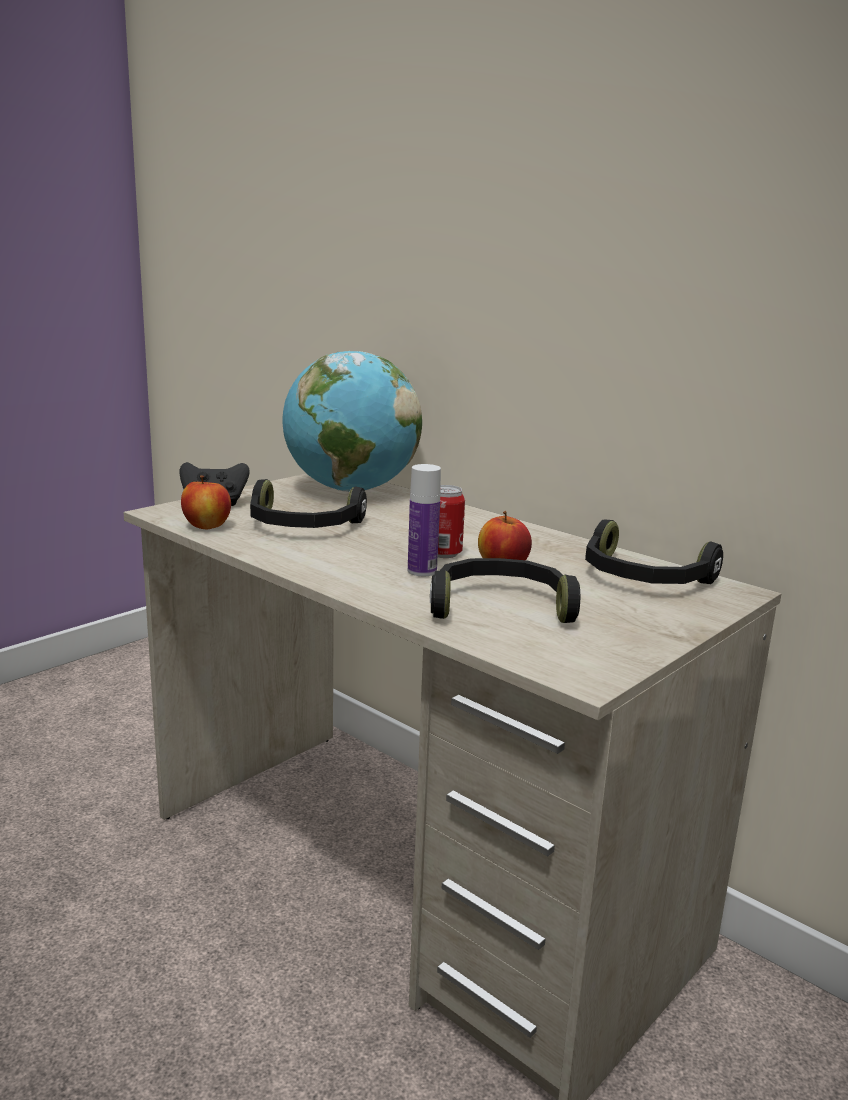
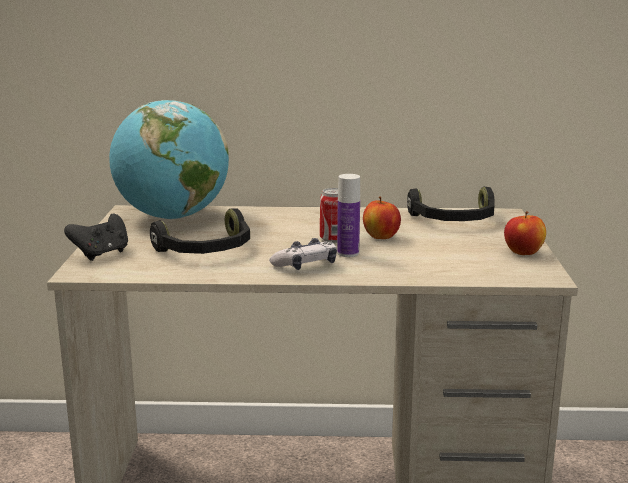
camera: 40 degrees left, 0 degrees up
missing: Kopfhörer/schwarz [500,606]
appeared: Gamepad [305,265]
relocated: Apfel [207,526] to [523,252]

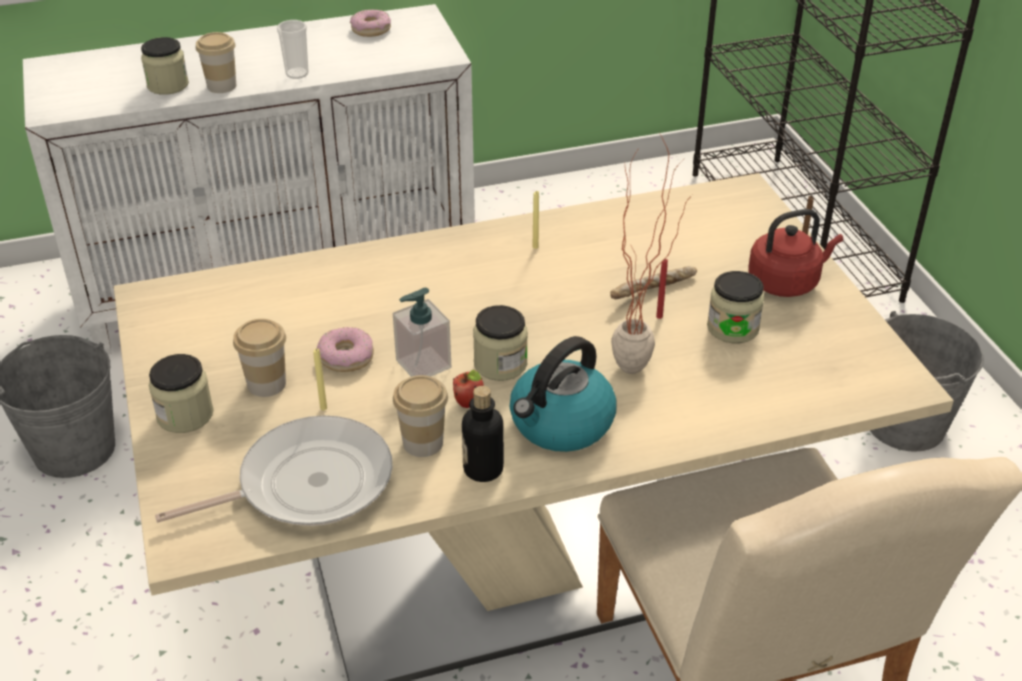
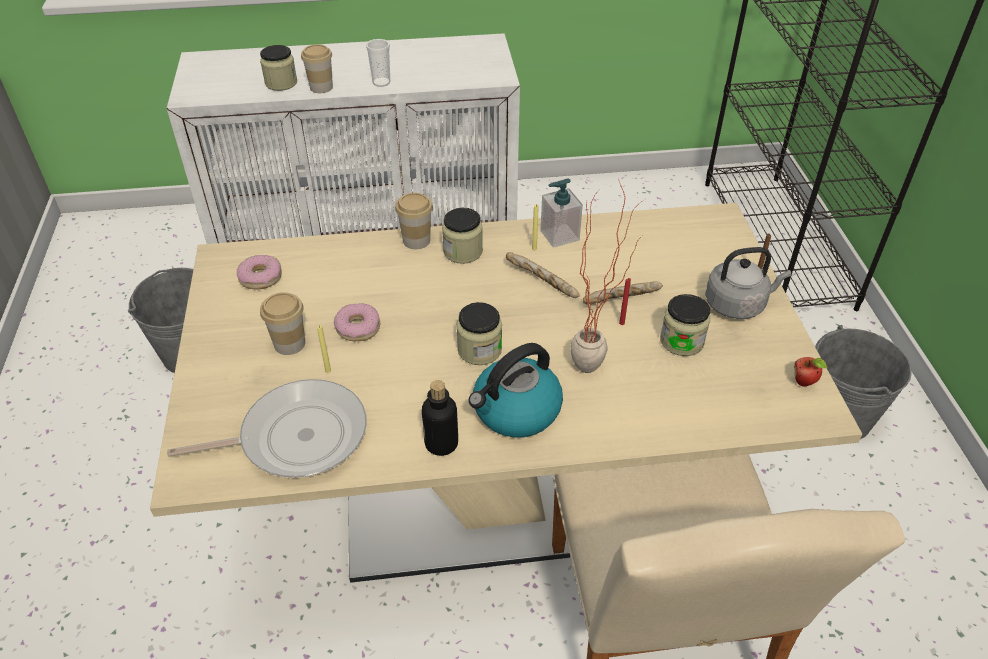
camera: 10 degrees right, 5 degrees up
appeared: Brot [541,282]
relocated: Donut [371,29] to [260,277]; Seifenspender [423,364] to [559,235]; Vorratsglas [185,415] to [463,251]; Apfel [469,403] to [804,382]; Tasse [423,442] to [416,240]
colour: Wasserkessel/rot [786,282] to Wasserkessel/grau [737,304]

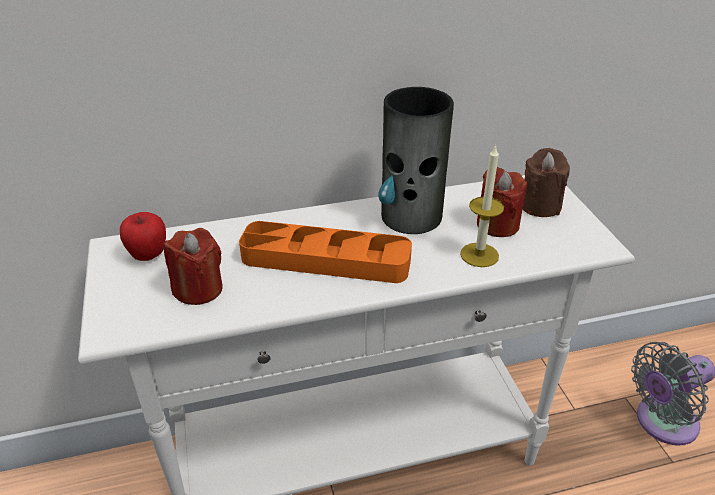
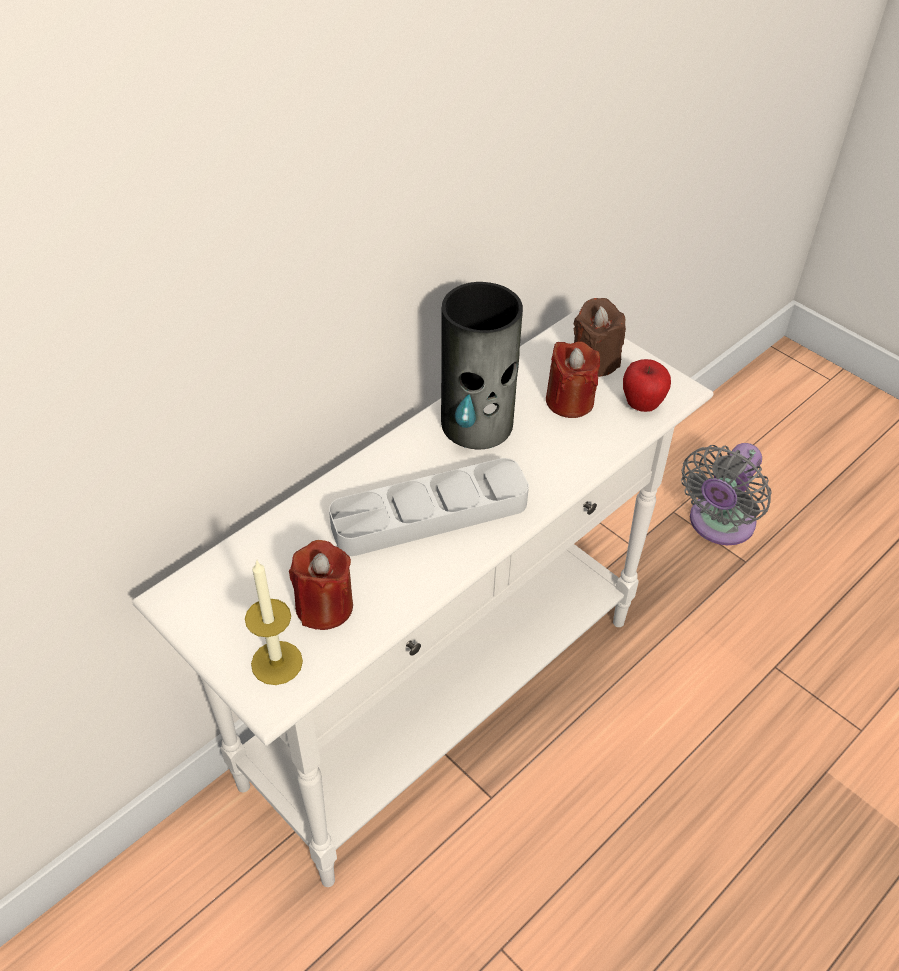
camera: 30 degrees left, 10 degrees up
relocated: Kerze [479,255] to [277,662]; Apfel [148,255] to [642,405]
colour: Tablett/orange [325,259] to Tablett/grau [430,514]

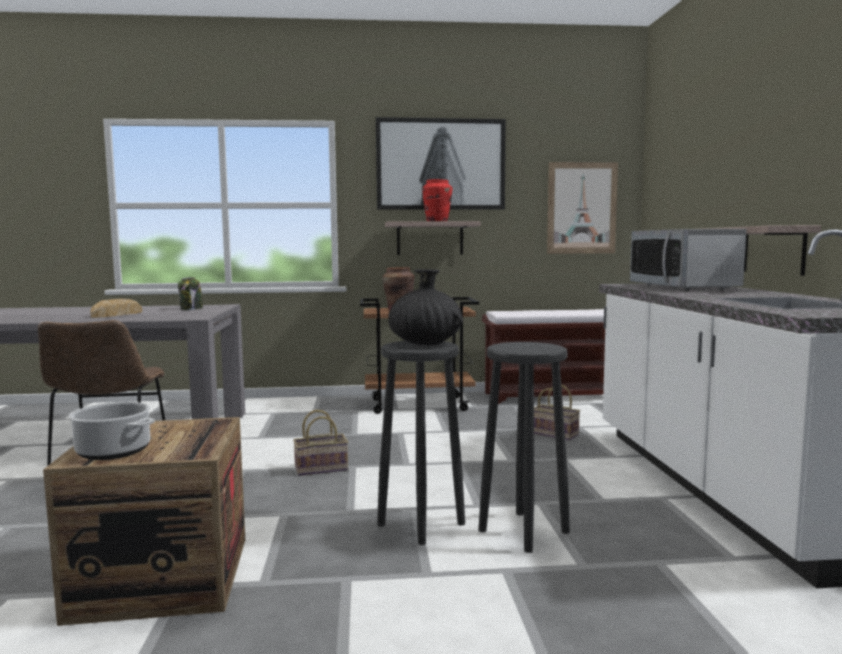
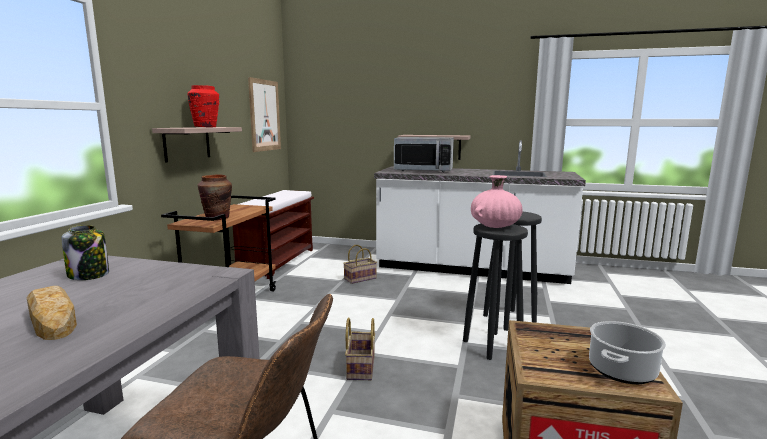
camera: 70 degrees left, 5 degrees up
missing: Bild [441,164]
colour: Vase/schwarz [425,343] to Vase/rosa [494,226]

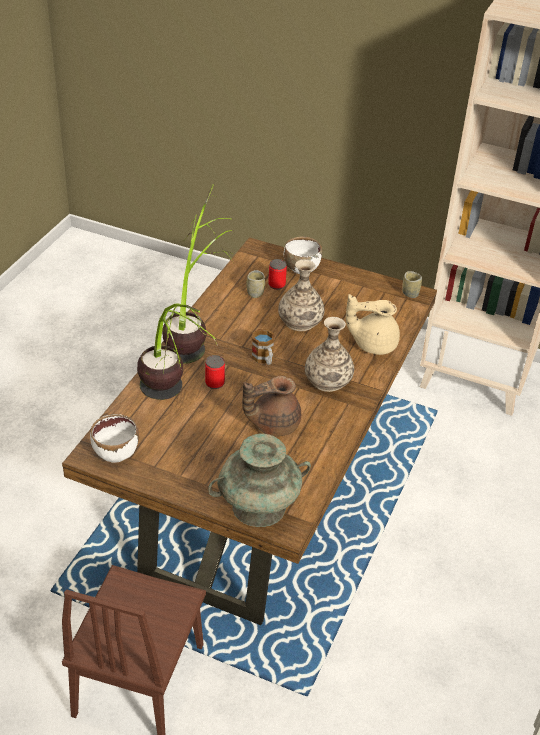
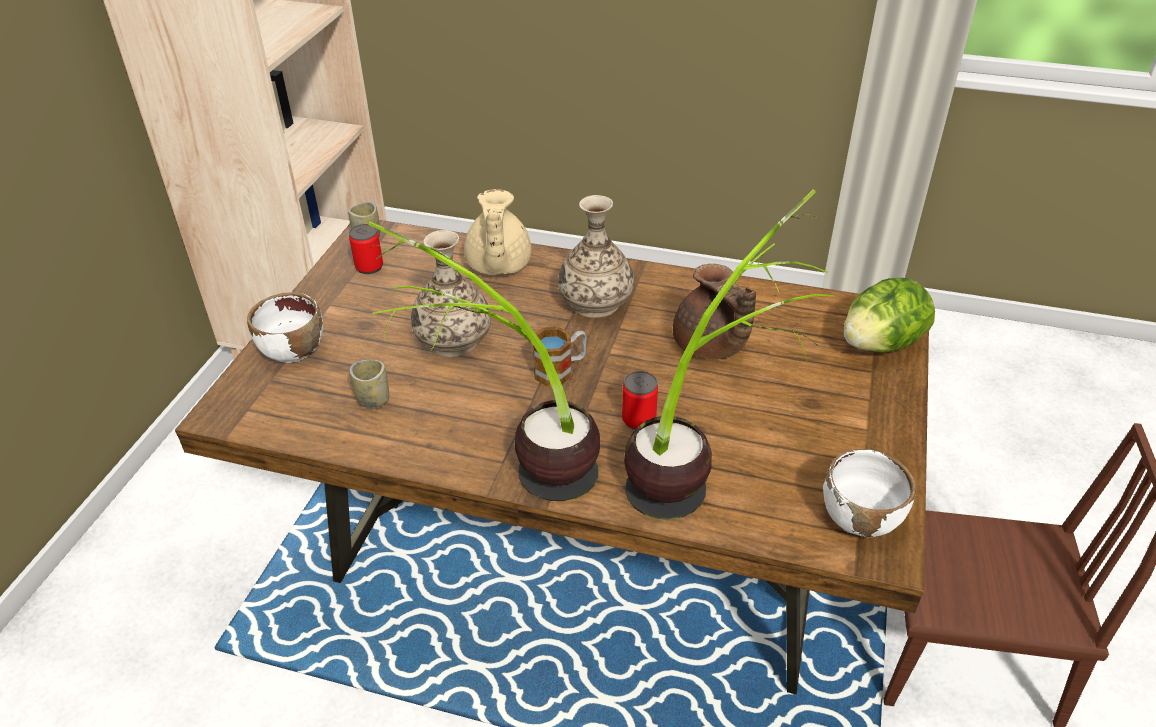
camera: 95 degrees left, 0 degrees up
relocated: Dose [276,285] to [369,267]
exchanged: Vase/türkis [258,507] to Salatkopf [881,344]

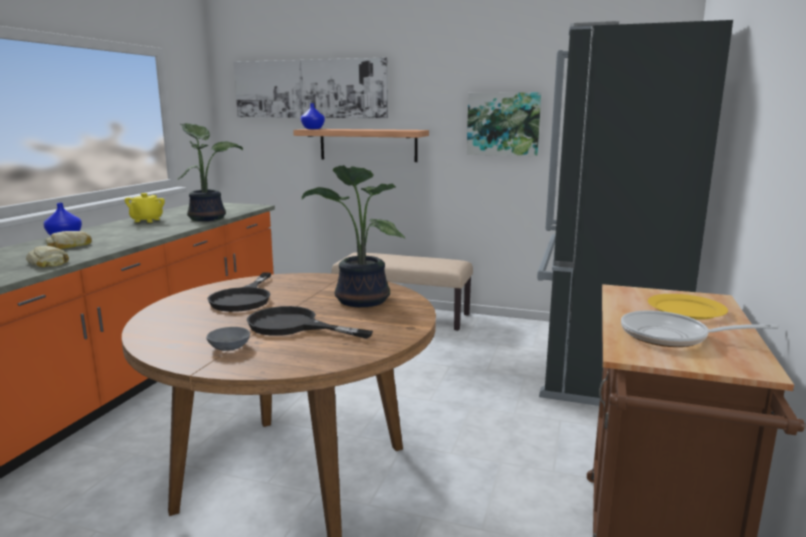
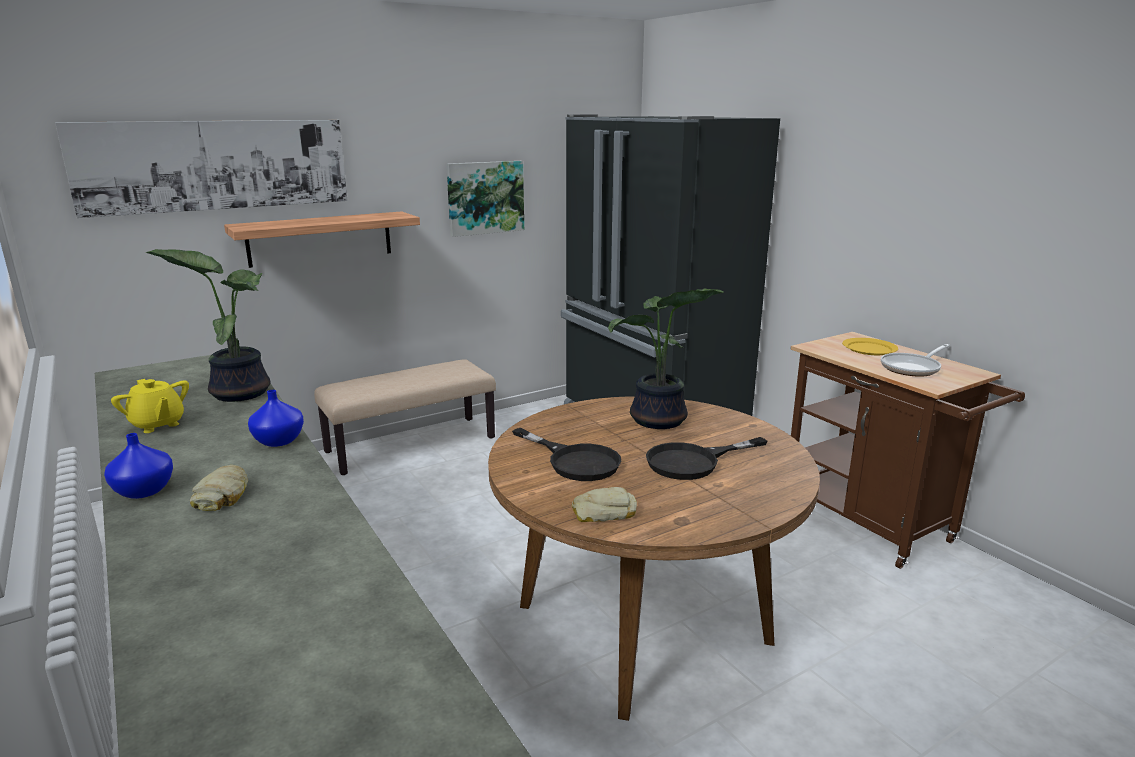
camera: 50 degrees left, 5 degrees up
missing: Schüssel/grau [231,347]
relocated: Vase/blau [312,129] to [277,441]; Brot [48,262] to [603,512]

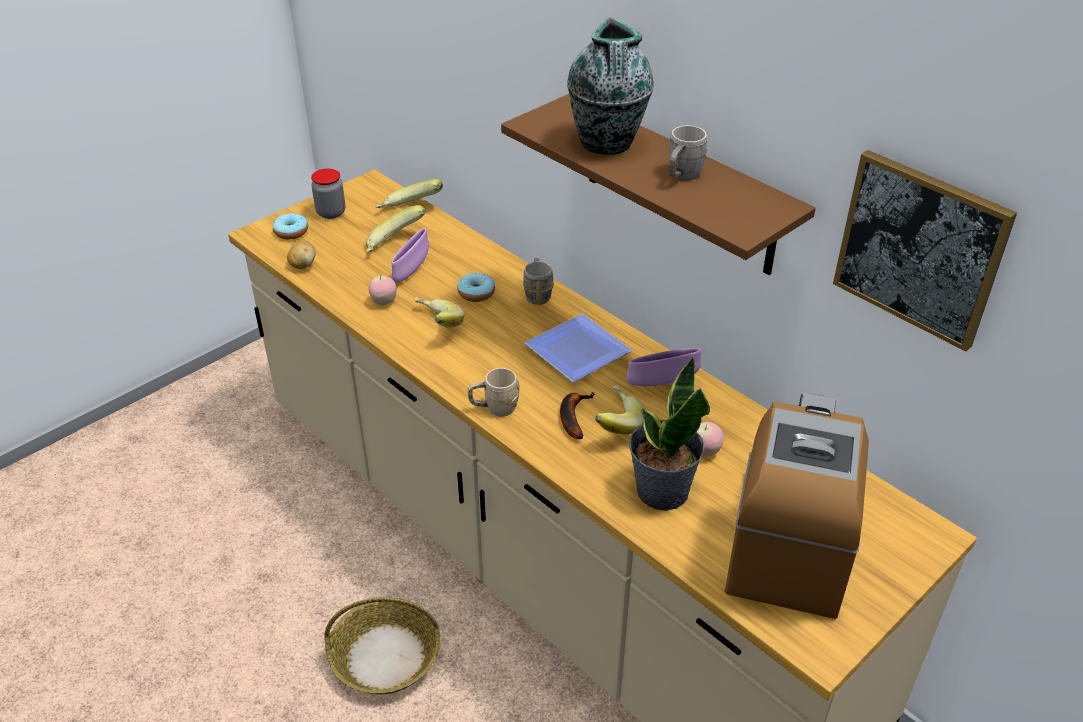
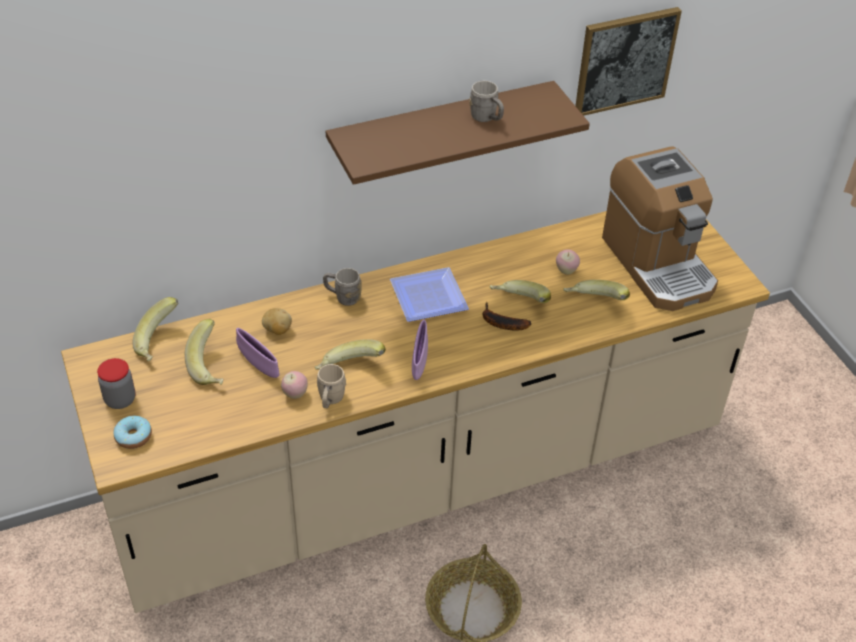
camera: 70 degrees left, 5 degrees up
missing: Vase [607,144]; Donut [476,293]
relocated: Kartoffel [303,265] to [277,330]; Schüssel/lila [662,382] to [419,361]; Henkelbecher/beige [494,408] to [330,400]
exchanged: Topfpflanze [661,491] to Banane [594,304]
spun: Kaffeemaschine [789,540] = [658,264] 150 degrees counterclockwise

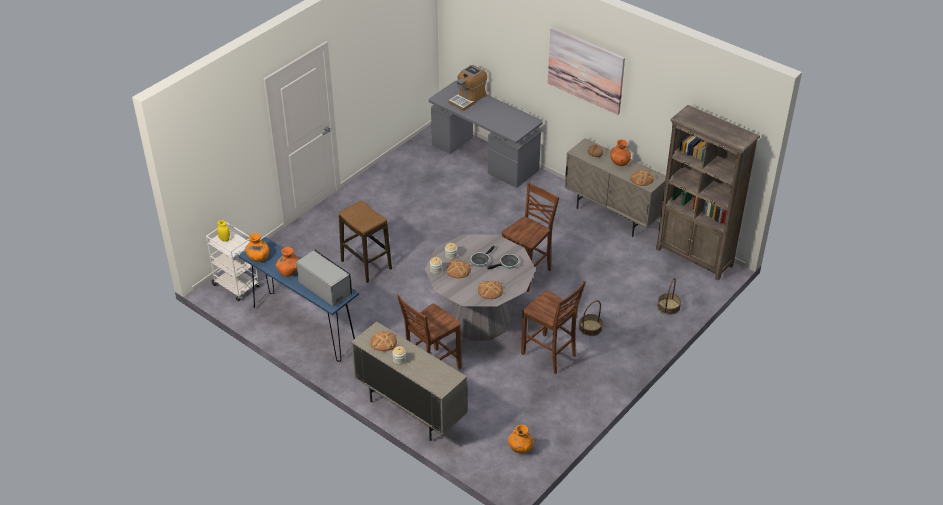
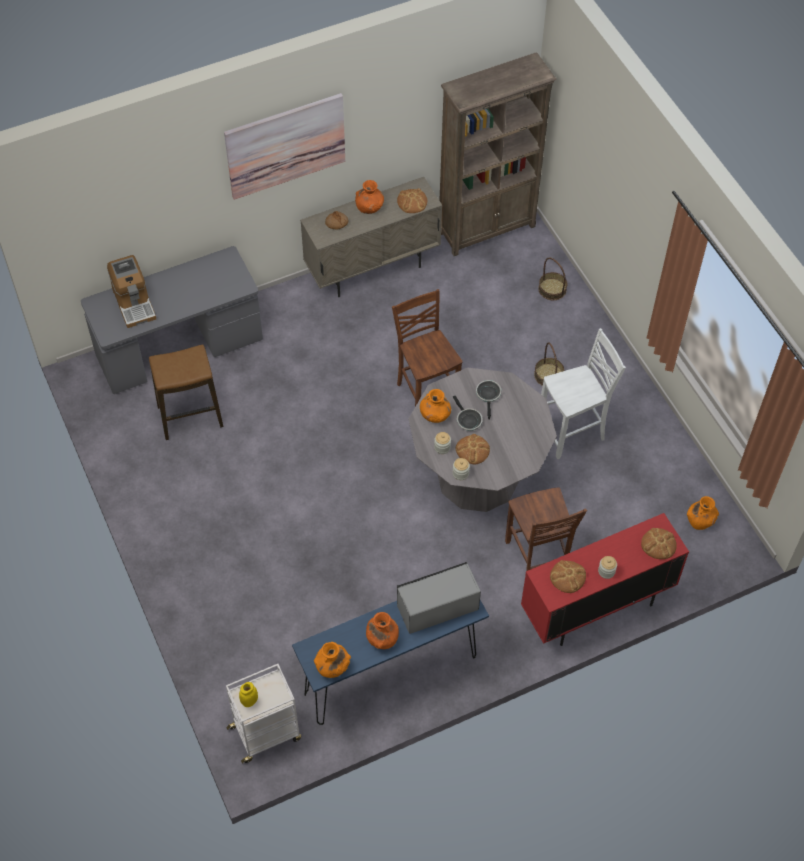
camera: 65 degrees left, 15 degrees up
appeared: Vase/orange [435,415]
relocated: Hocker [366,265] to [190,417]; Brot [490,290] to [658,544]
colour: Stuhl/braun [549,355] to Stuhl/weiß [572,433]; Schrank/beige [410,411] to Schrank/rot [596,608]

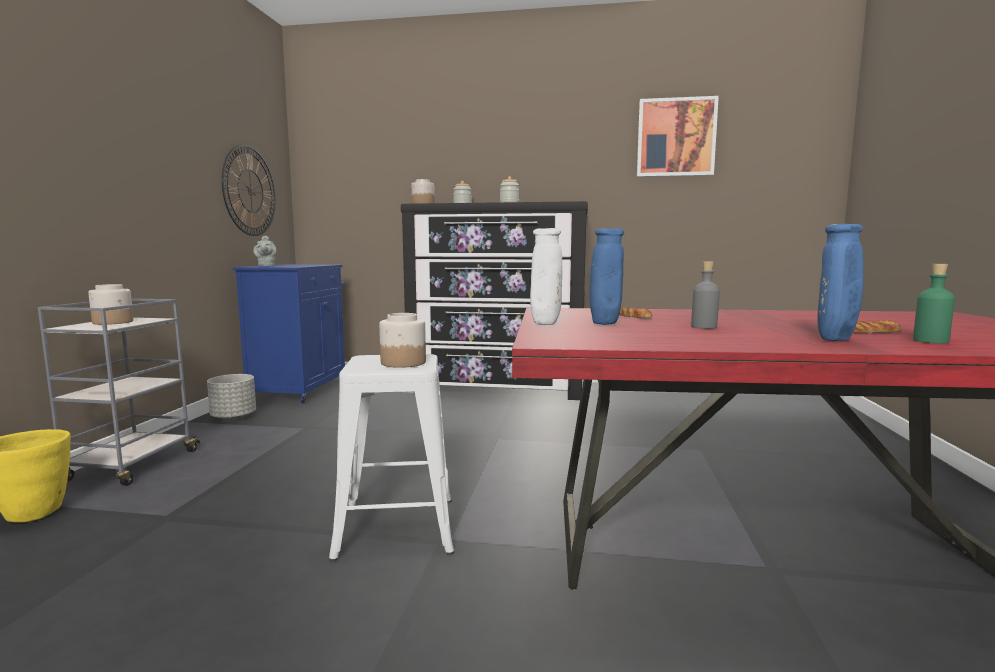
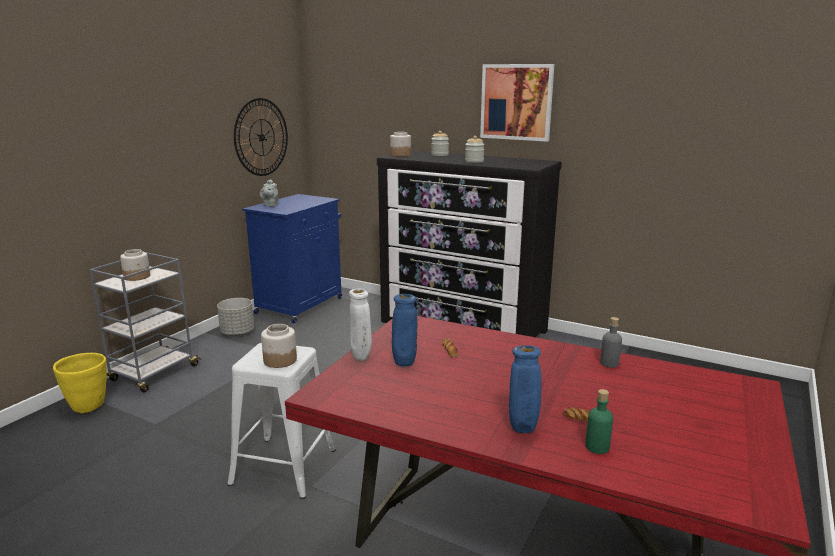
camera: 20 degrees right, 10 degrees up
relocated: Bild [676,137] to [516,102]; Flasche/grau [704,327] to [609,363]

